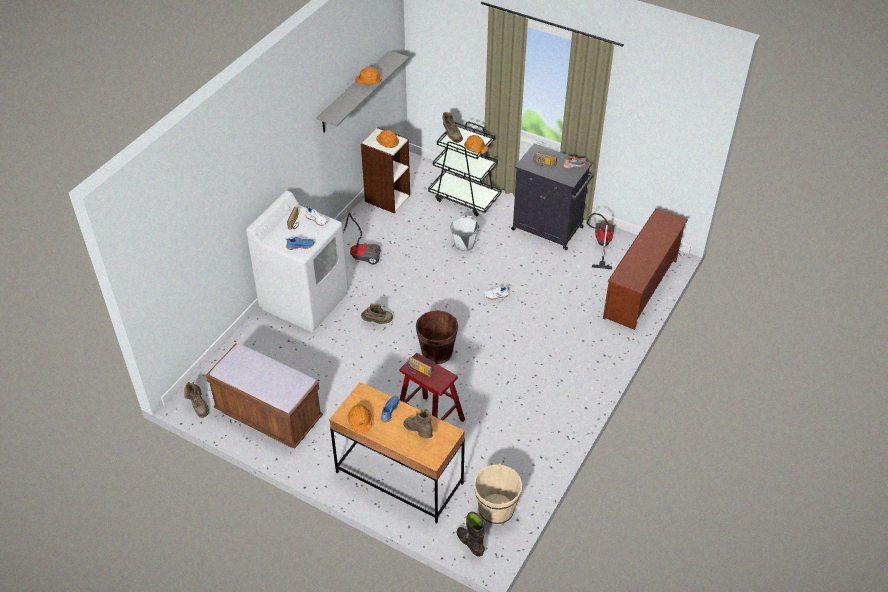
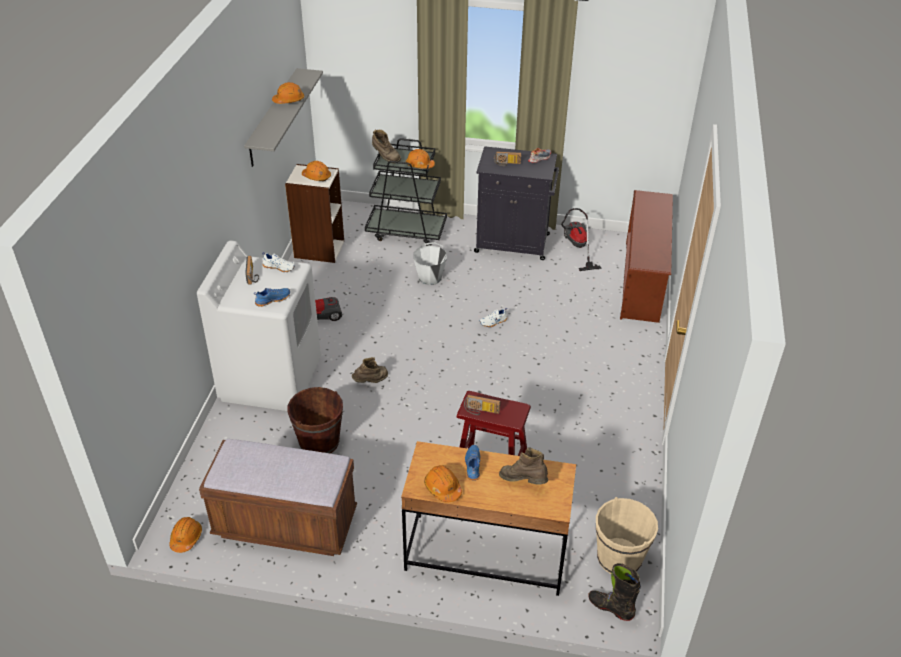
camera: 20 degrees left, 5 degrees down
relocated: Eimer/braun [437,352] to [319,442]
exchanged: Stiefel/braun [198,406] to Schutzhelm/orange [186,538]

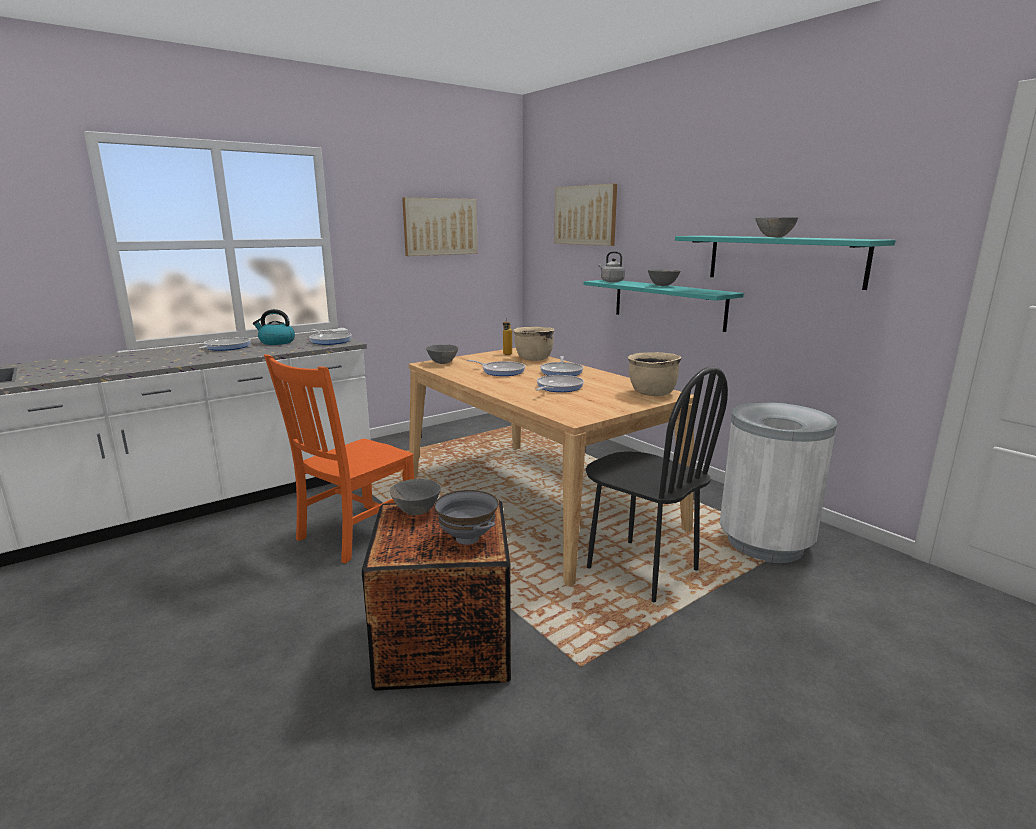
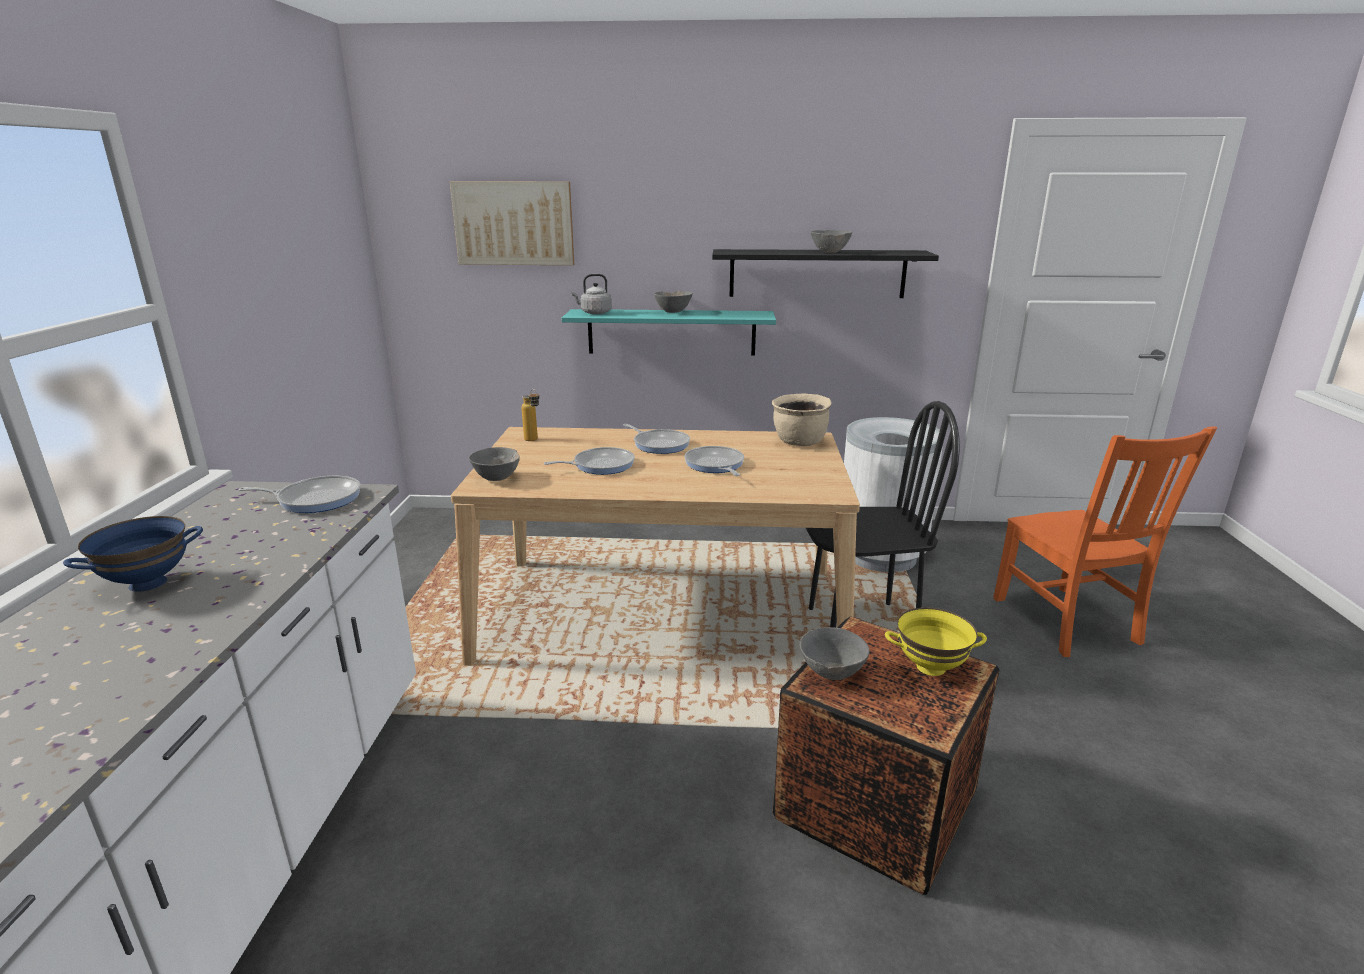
camera: 50 degrees left, 5 degrees up
missing: Bild [440,226]; Wasserkessel [276,342]; Kochtopf/beige [533,359]
relocated: Stuhl/orange [354,533] to [1068,623]
exchanged: Pfanne [226,347] to Schüssel/blau [148,584]
colour: Wandregal/türkis [783,260] to Wandregal/schwarz [817,273]; Schüssel/grau [466,539] to Schüssel/gelb [930,668]

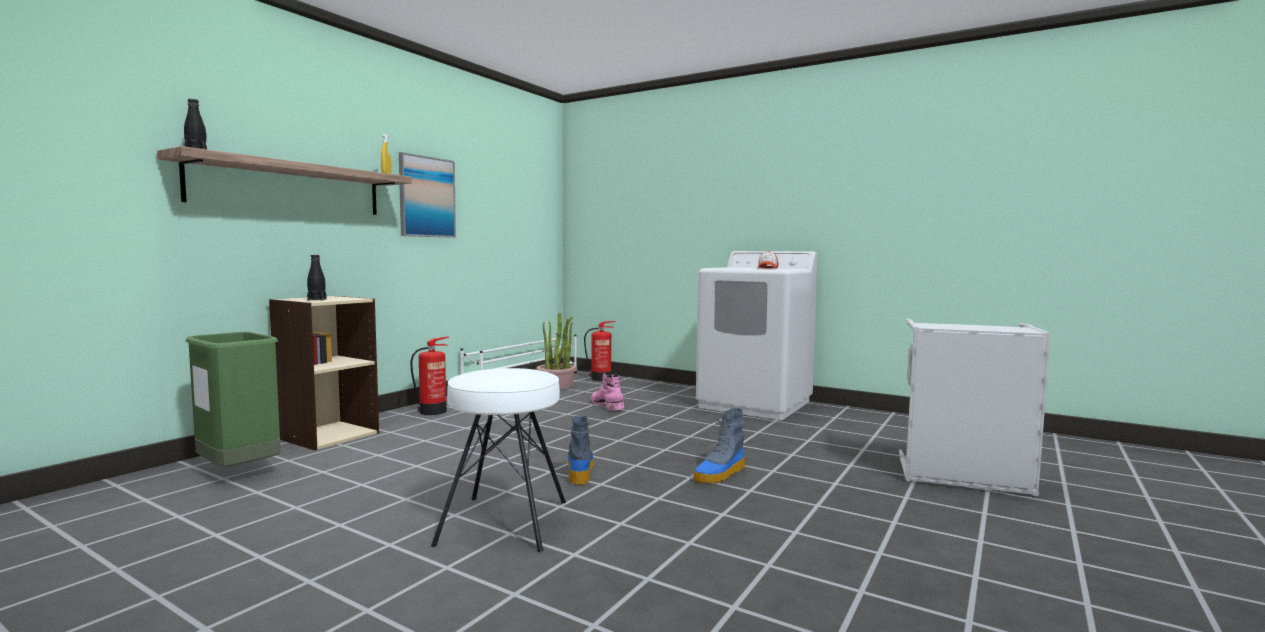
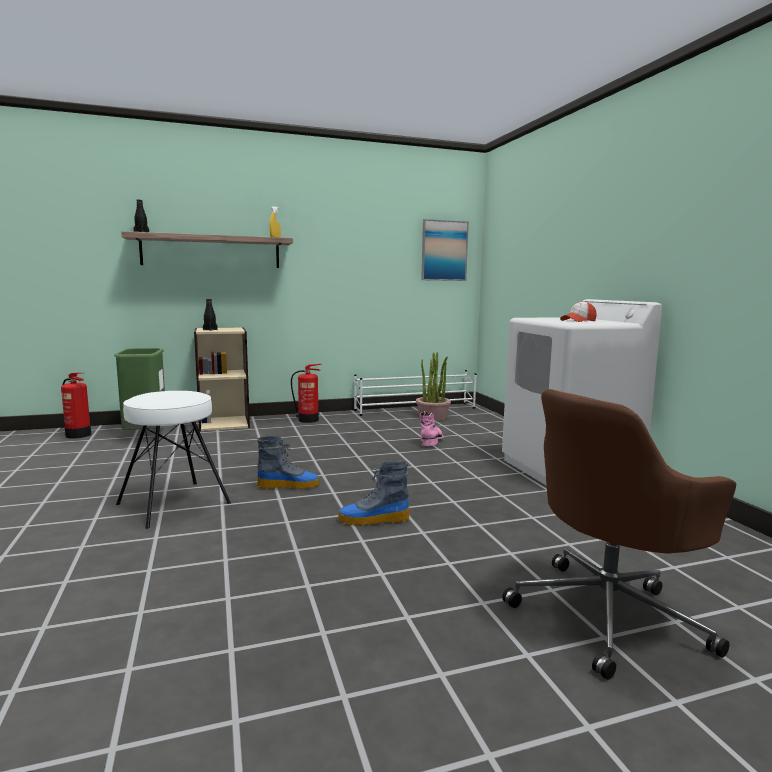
camera: 40 degrees right, 5 degrees up
relocated: Bild [426,197] to [444,251]; Feuerlöscher [601,379] to [78,435]
exchanged: Wäschekorb/grau [964,478] to Bürostuhl/braun [609,614]
spun: Stiefel [580,471] = [289,485] 45 degrees clockwise

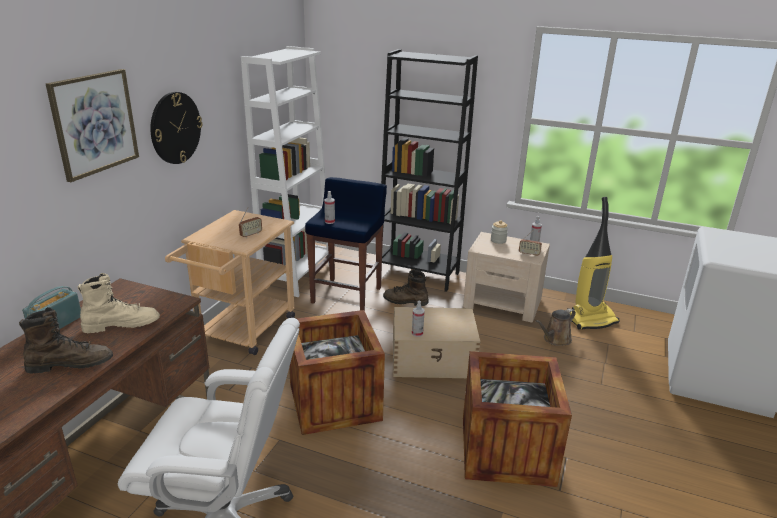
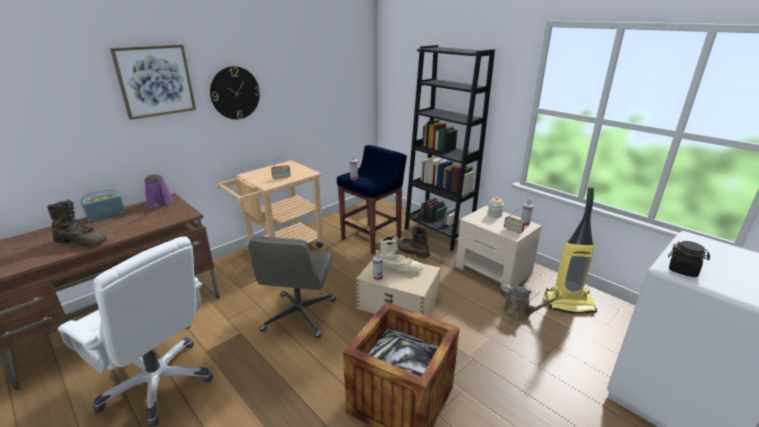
camera: 25 degrees right, 0 degrees up
missing: Bücherregal/weiß [297,276]
appeared: Gießkanne/lila [161,203]; Vorratsglas/schwarz [683,270]
relocated: Stiefel/beige [122,325] to [399,269]
exchanged: Kiste [334,401] to Bürostuhl/grau [299,316]
spun: Gießkanne/braun [555,339] = [519,313] 135 degrees counterclockwise

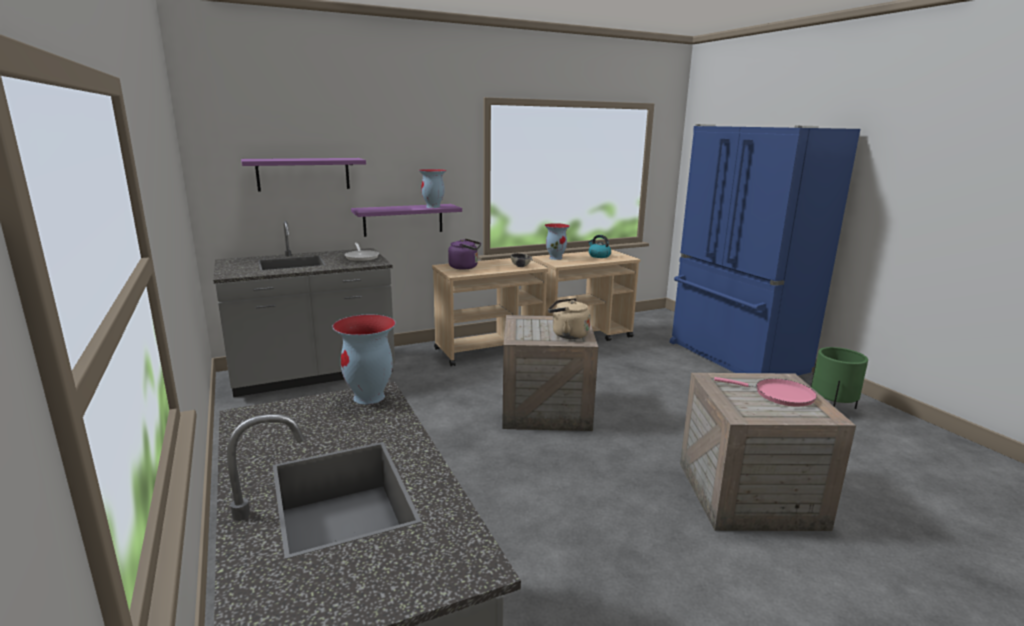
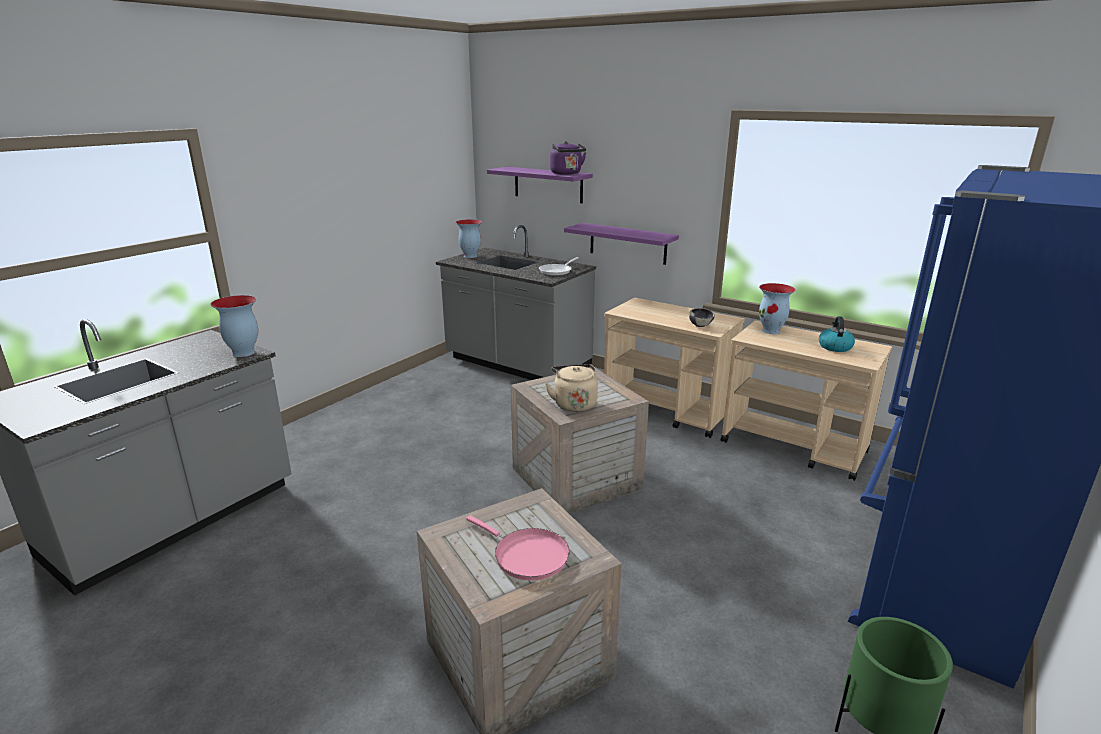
camera: 60 degrees right, 5 degrees up
relocated: Vase [433,207] to [470,256]; Wasserkessel/lila [465,267] to [567,173]
spun: Pfanne/rosa [779,395] = [527,555] 45 degrees counterclockwise

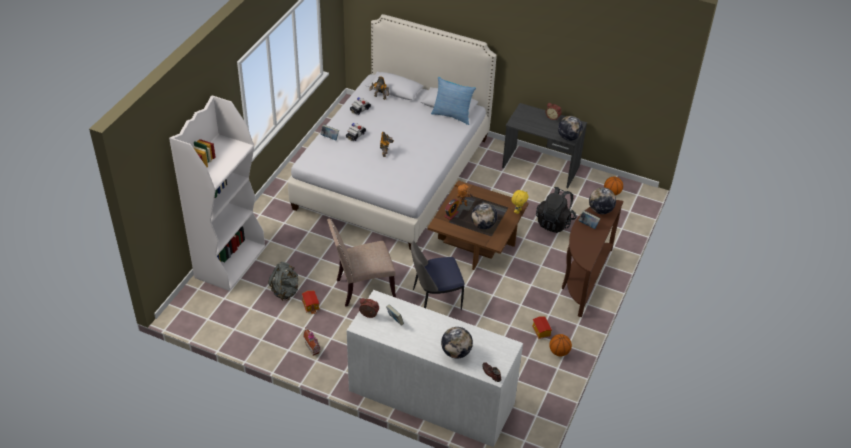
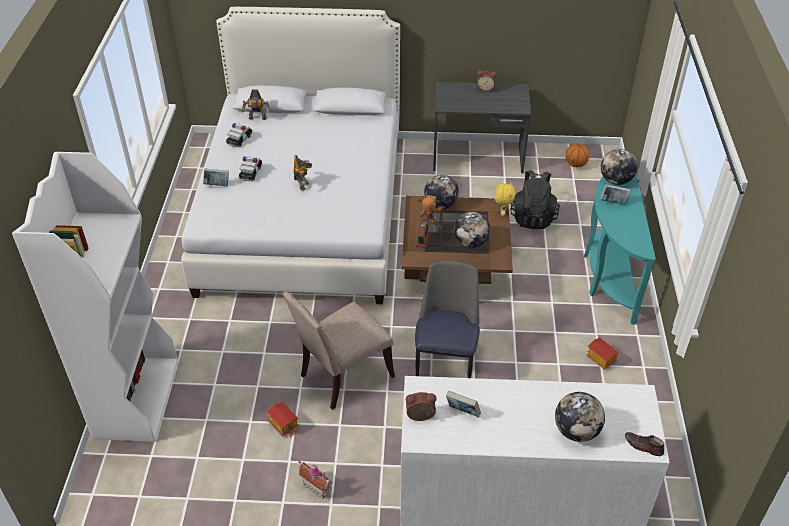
camera: 20 degrees left, 0 degrees up
missing: Kissen [452,115]; Rucksack/grau [285,291]; Basketball [559,352]
relocated: Globus [568,137] to [440,205]
colour: Konsolentisch/braun [583,278] to Konsolentisch/türkis [608,275]
spun: Stuhl [435,300] = [446,361] 135 degrees clockwise

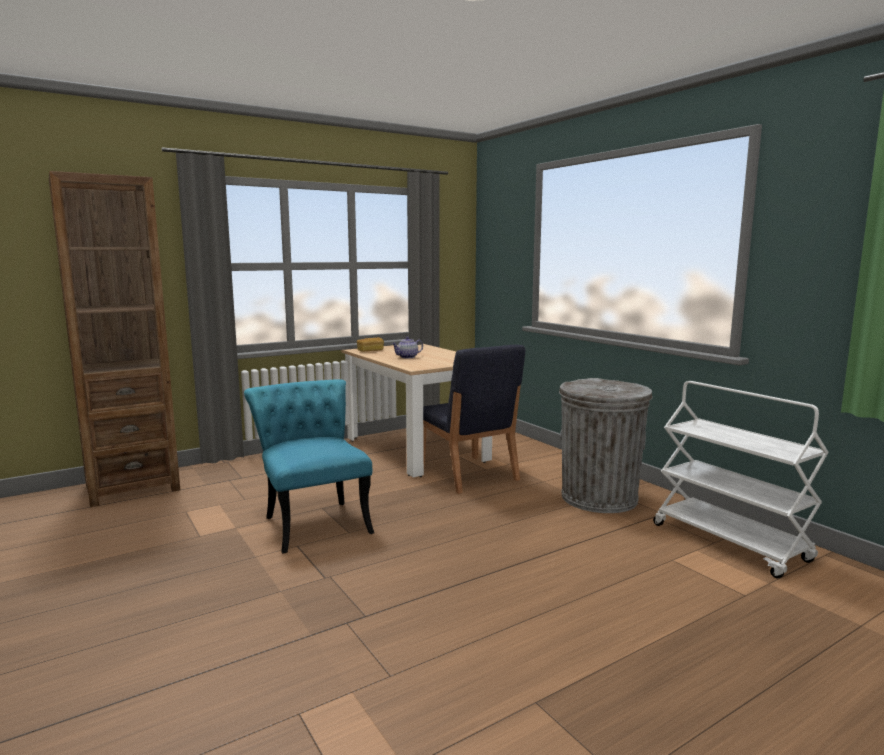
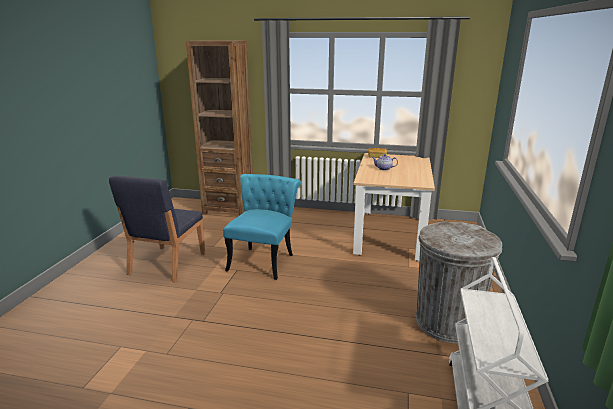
camera: 45 degrees right, 10 degrees up
relocated: Stuhl/blau [468,474] to [166,264]

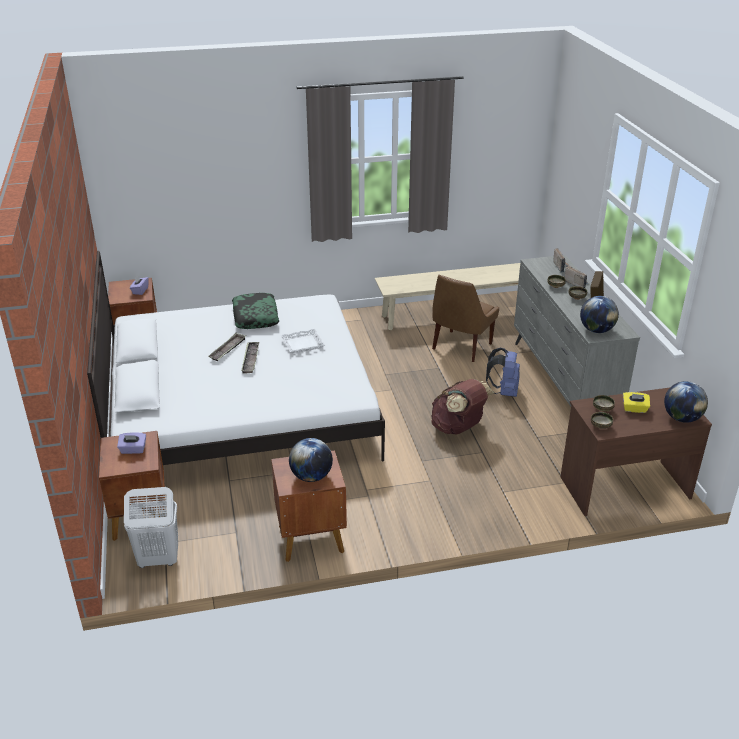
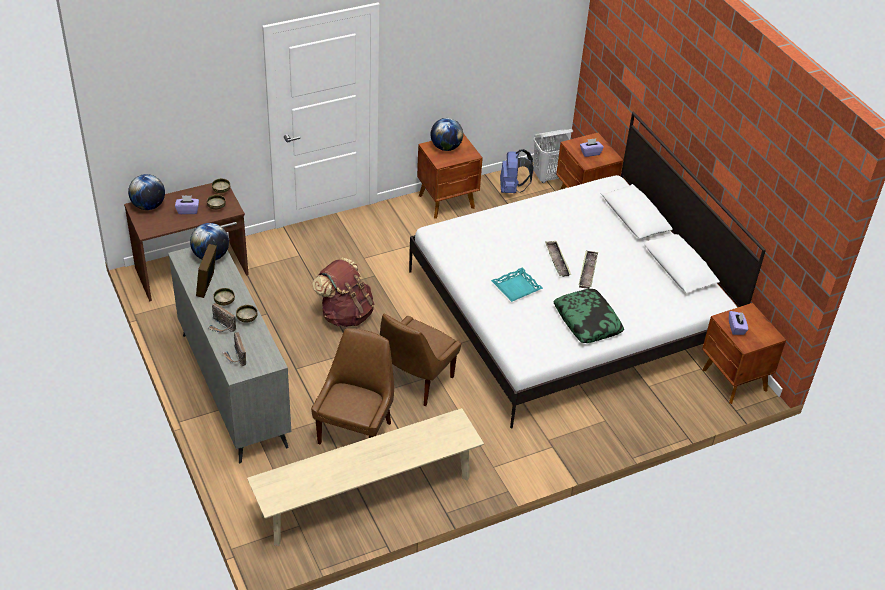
camera: 165 degrees right, 10 degrees up
appeared: Stuhl/braun [415,381]
relocated: Rucksack/blau [503,392] to [512,189]
colour: Tablett/weiß [303,344] to Tablett/türkis [516,287]; Taschentuchbox/gelb [634,409] to Taschentuchbox/lila [188,210]

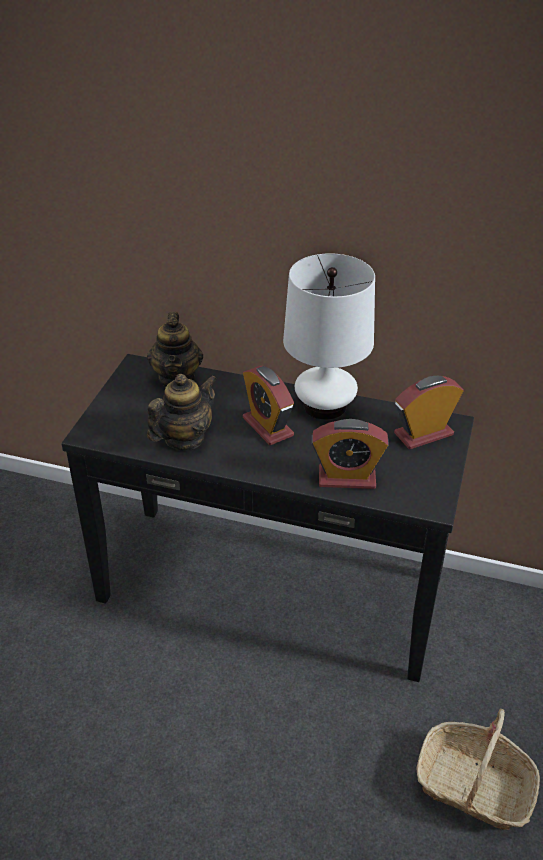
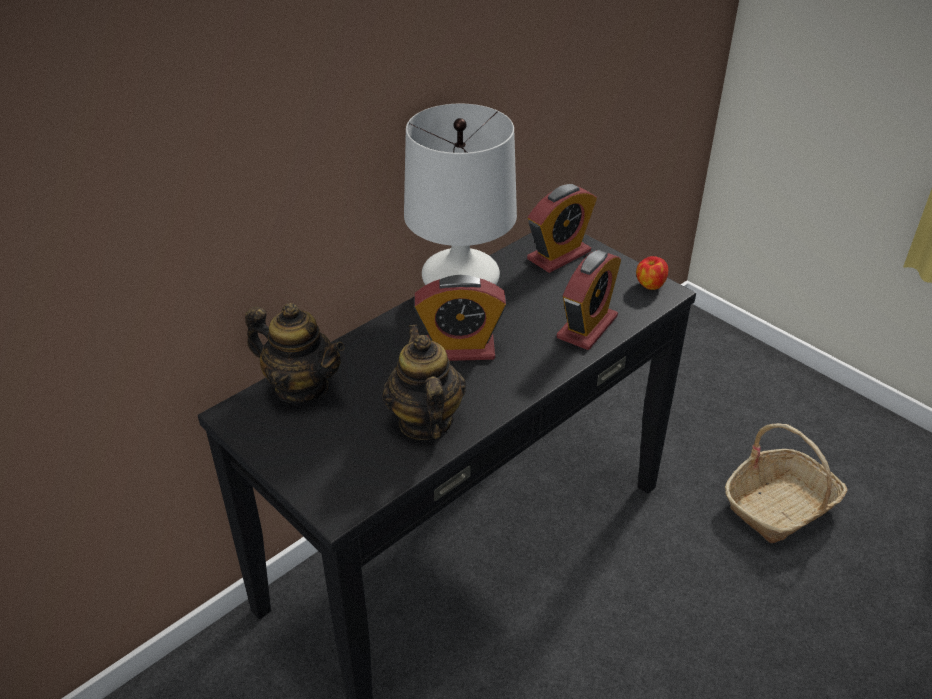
camera: 60 degrees left, 0 degrees up
appeared: Apfel [650,285]
spun: Wecker [423,434] = [559,255] 135 degrees counterclockwise

